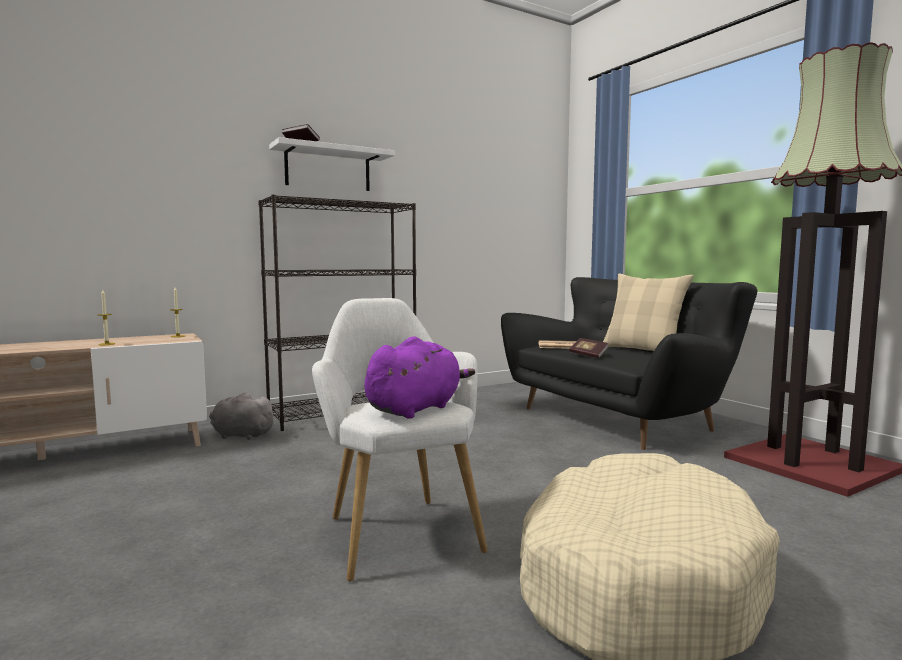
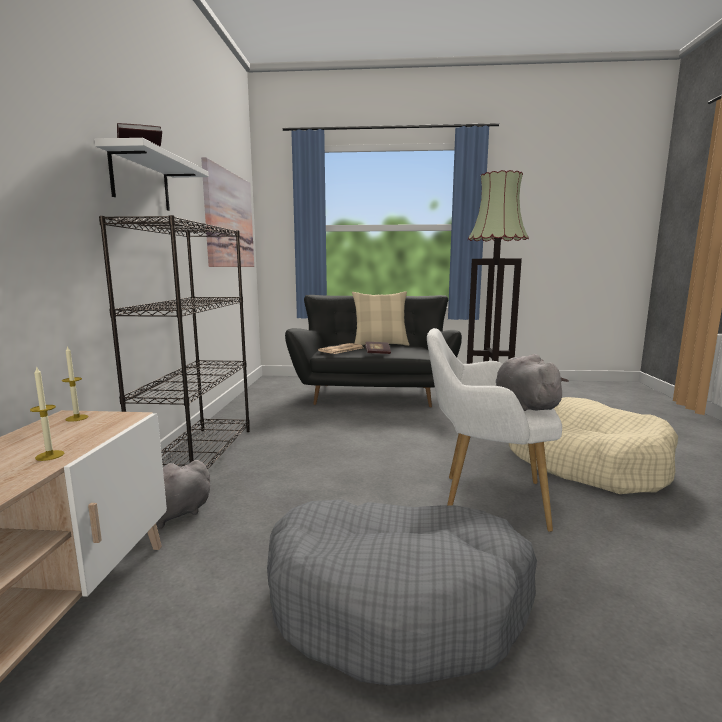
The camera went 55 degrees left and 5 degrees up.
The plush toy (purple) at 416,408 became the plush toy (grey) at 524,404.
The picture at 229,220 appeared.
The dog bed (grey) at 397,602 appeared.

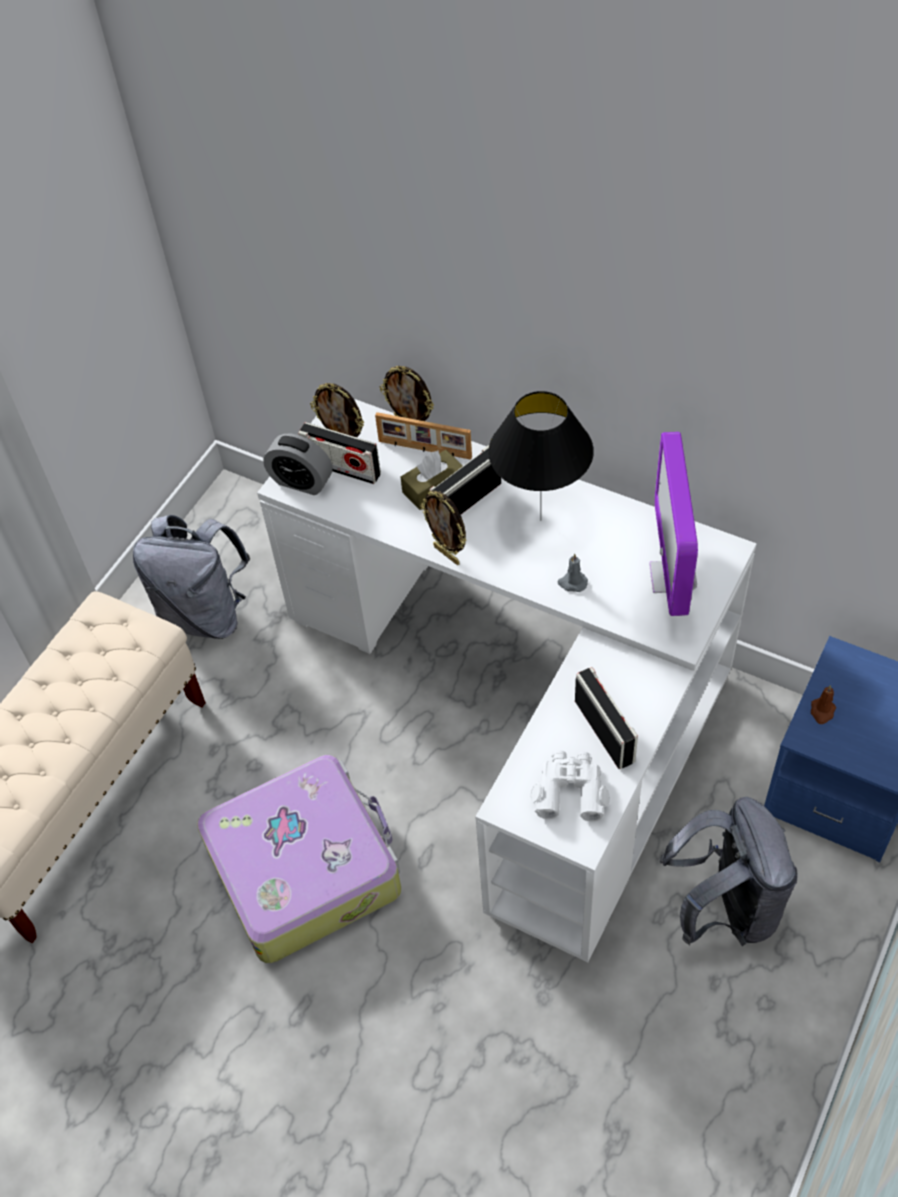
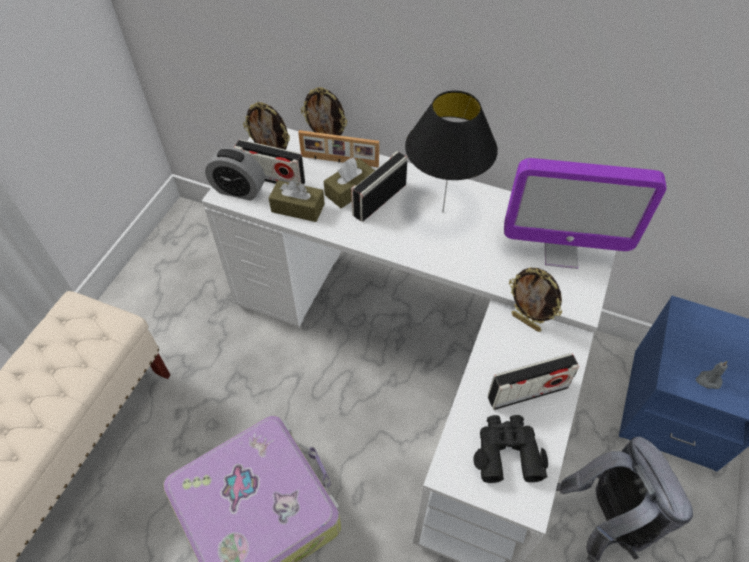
The camera went 10 degrees left and 0 degrees up.
The backpack (grey) at 205,614 disappeared.
The picture frame moved from 447,554 to 526,322.
The binoculars (white) at 570,790 became the binoculars (black) at 507,452.
The candle (grey) moved from 572,583 to 708,380.
The radio at 604,731 turned 105 degrees clockwise.
The monitor at 672,577 turned 75 degrees counterclockwise.
The candle (brown) at 822,712 disappeared.
The tissue box (brown) at 298,208 appeared.

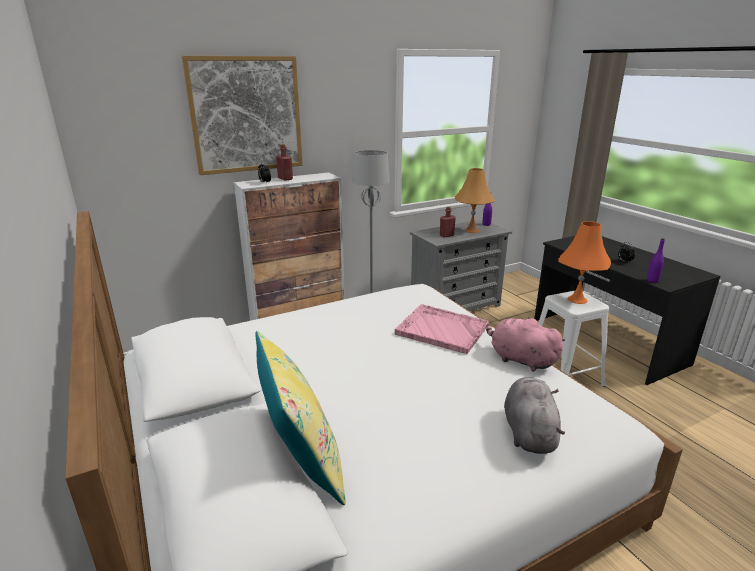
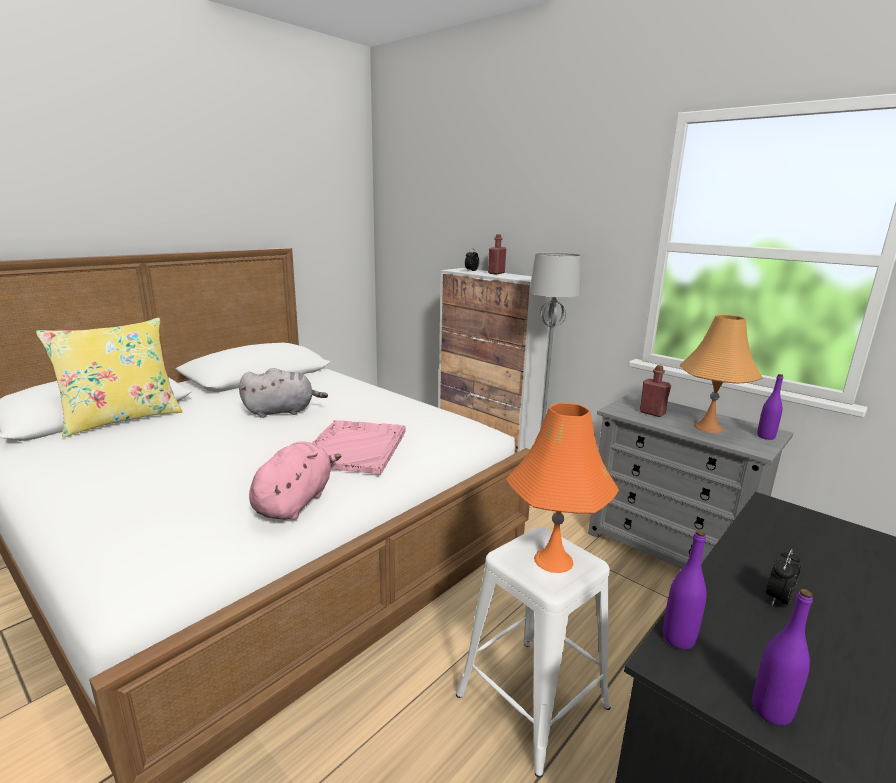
The camera went 70 degrees right and 5 degrees down.
The picture at 246,115 disappeared.
The plush toy (grey) moved from 529,431 to 282,411.
The bottle (purple) at 771,711 appeared.

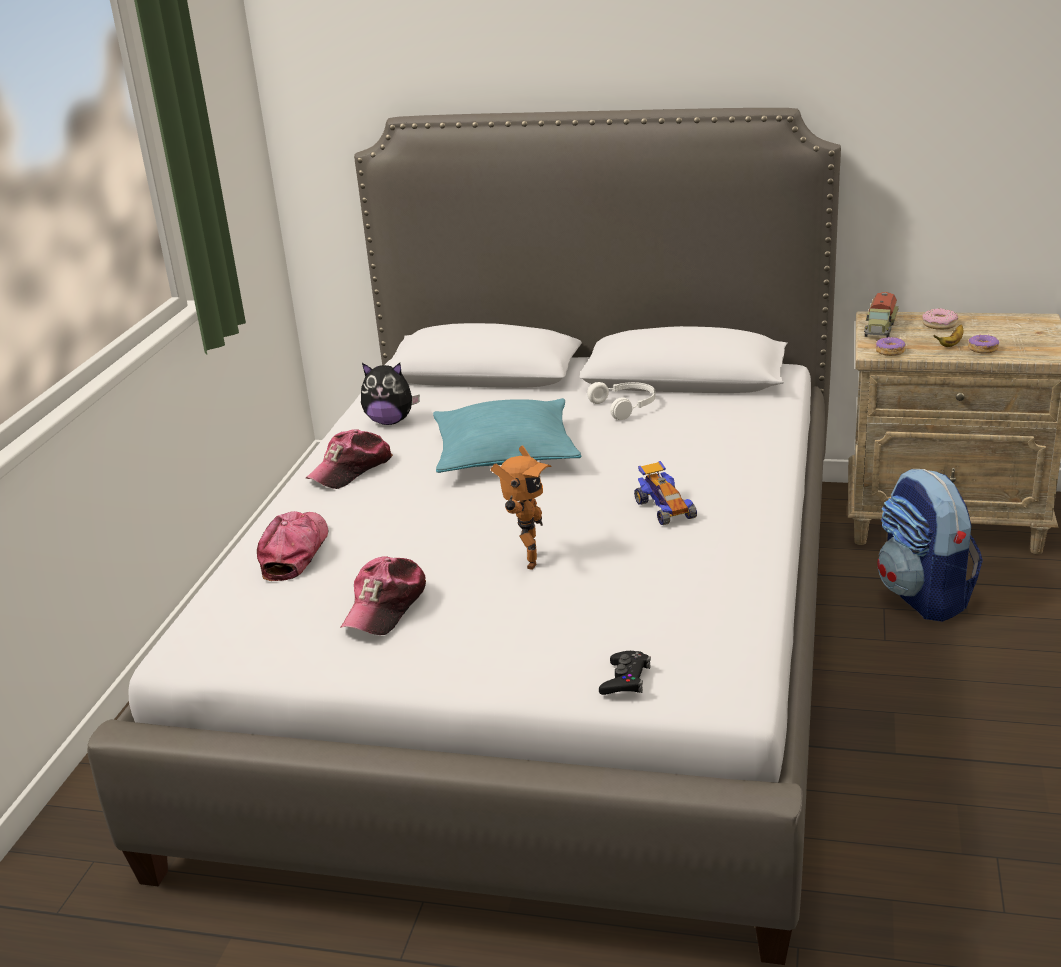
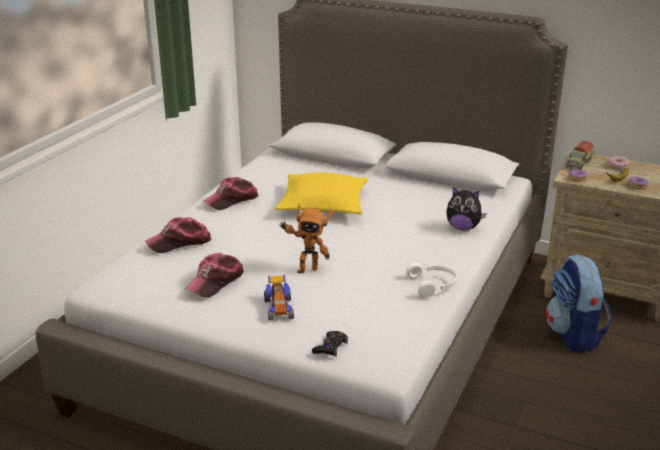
The camera went 10 degrees right and 0 degrees up.
The cap at 294,552 turned 135 degrees counterclockwise.
The plush toy moved from 390,421 to 463,227.
The pillow (turquoise) at 505,453 became the pillow (yellow) at 323,205.
The toy robot at 526,560 turned 60 degrees clockwise.
The headphones (white) moved from 626,406 to 433,285.
The toy car moved from 664,509 to 278,308.

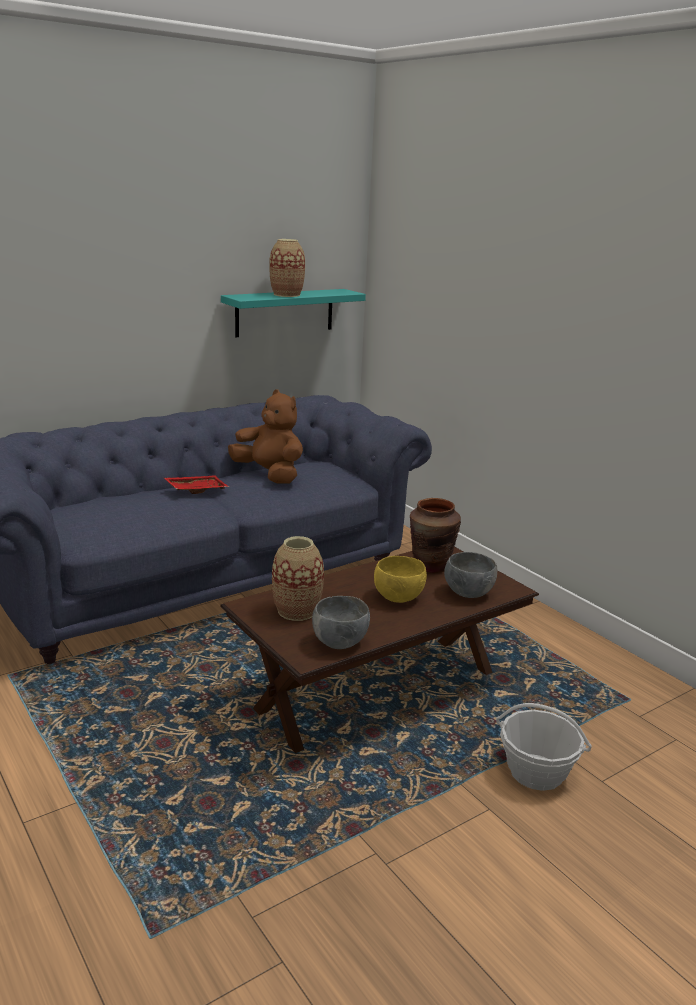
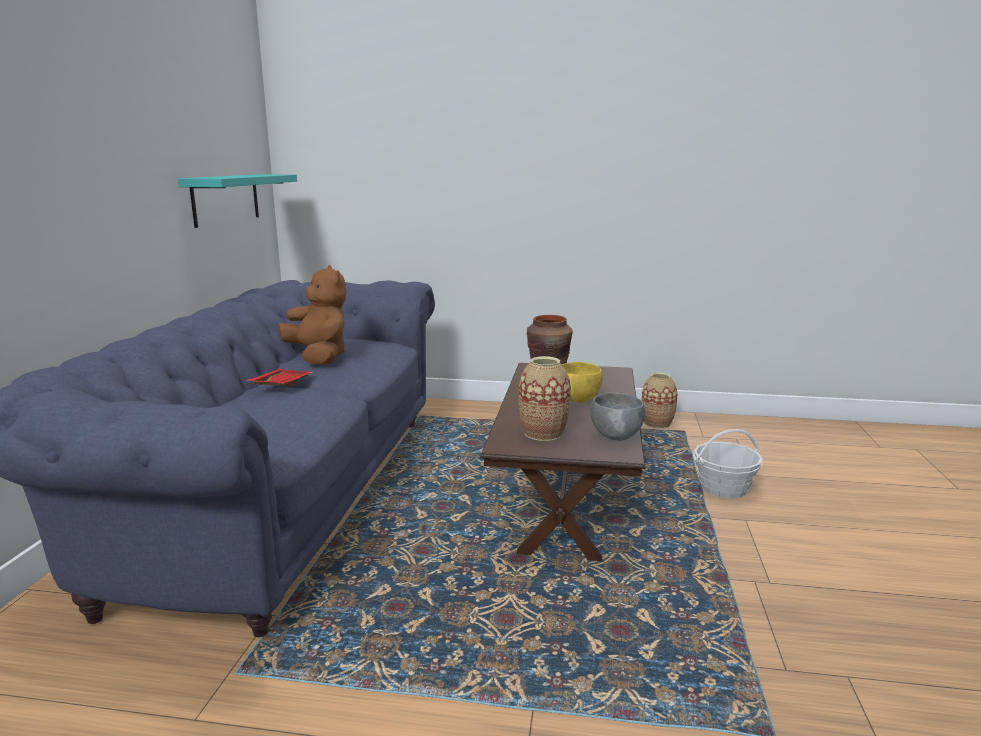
The camera went 45 degrees left and 5 degrees down.
The plush toy (brown) at 269,475 turned 60 degrees clockwise.
The vase moved from 286,295 to 657,424.
The bowl (grey) at 468,593 disappeared.

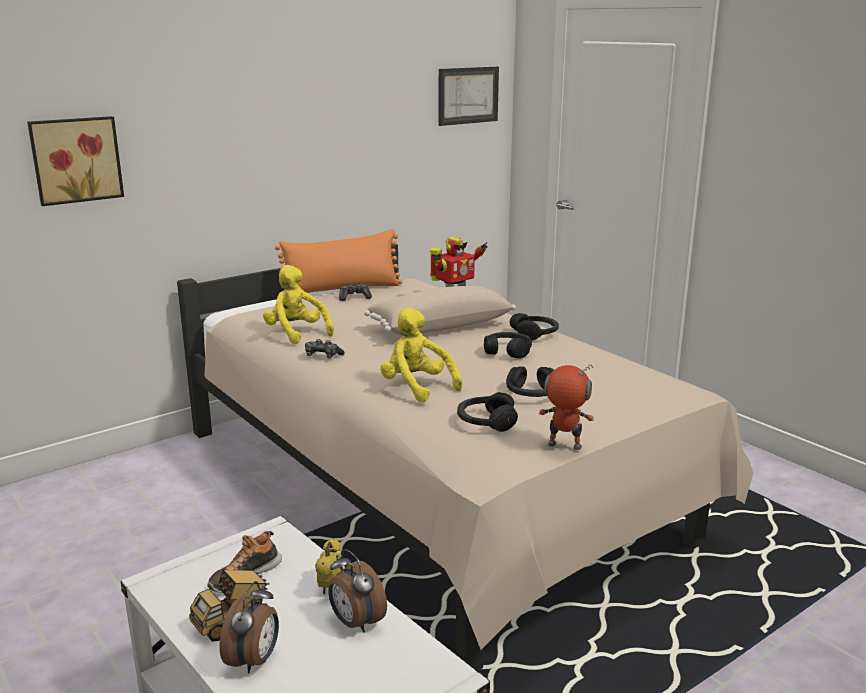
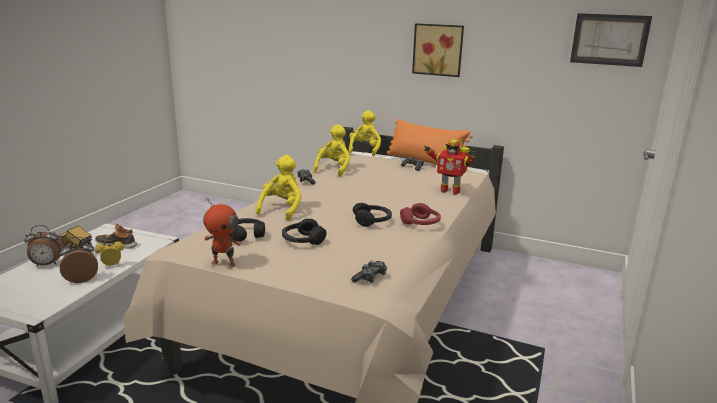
The camera went 60 degrees right and 0 degrees up.
The picture moved from 75,160 to 438,49.
The alarm clock at 355,623 turned 45 degrees clockwise.
The pillow (beige) at 439,326 disappeared.
The headphones (black) at 535,334 became the headphones (red) at 420,223.
The toy robot at 564,446 turned 120 degrees clockwise.
The plush toy (yellow) at 365,150 appeared.
The game controller at 370,278 appeared.

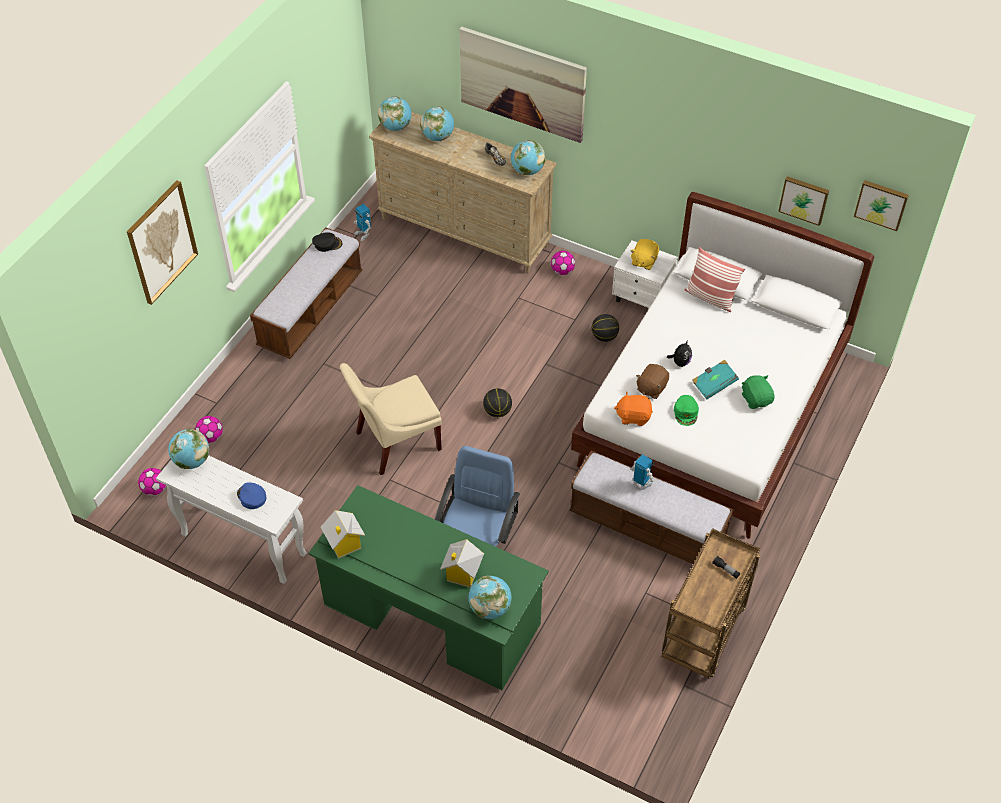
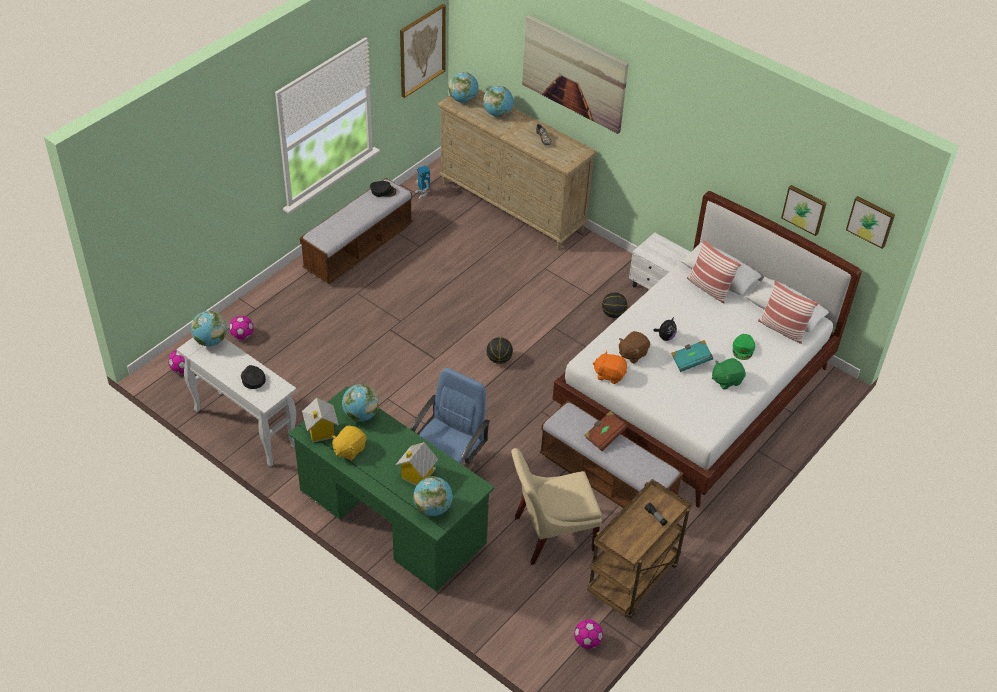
The camera went 10 degrees right and 5 degrees down.
The picture moved from 161,242 to 421,50.
The cap (blue) at 251,497 became the cap (black) at 252,379.
The chair (beige) moved from 394,442 to 550,534.
The globe moved from 527,171 to 361,415.
The football moved from 562,271 to 587,641.
The plush toy (yellow) moved from 643,261 to 349,449.
The toy robot at 641,484 was replaced by the book (brown) at 604,436.
The cap (green) moved from 686,412 to 743,349.
The plush toy (green) at 756,399 turned 105 degrees counterclockwise.
The pillow at 782,329 appeared.

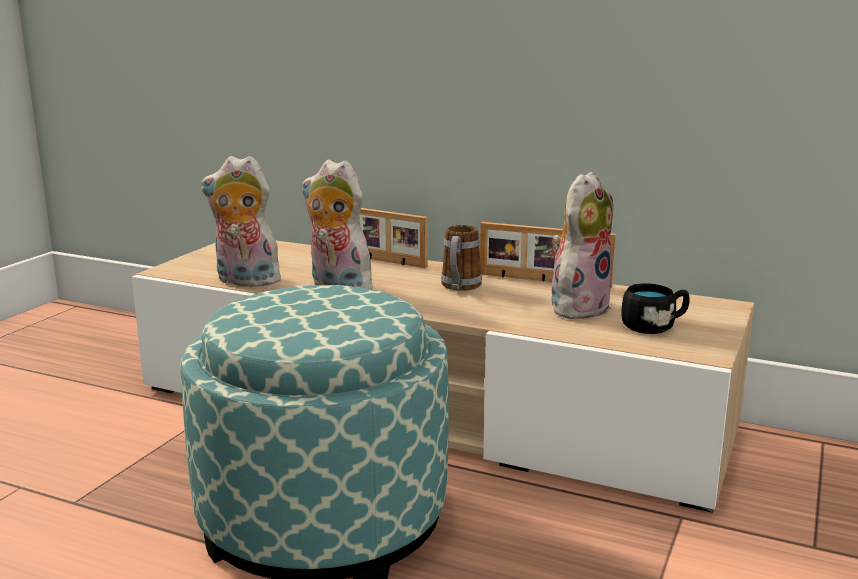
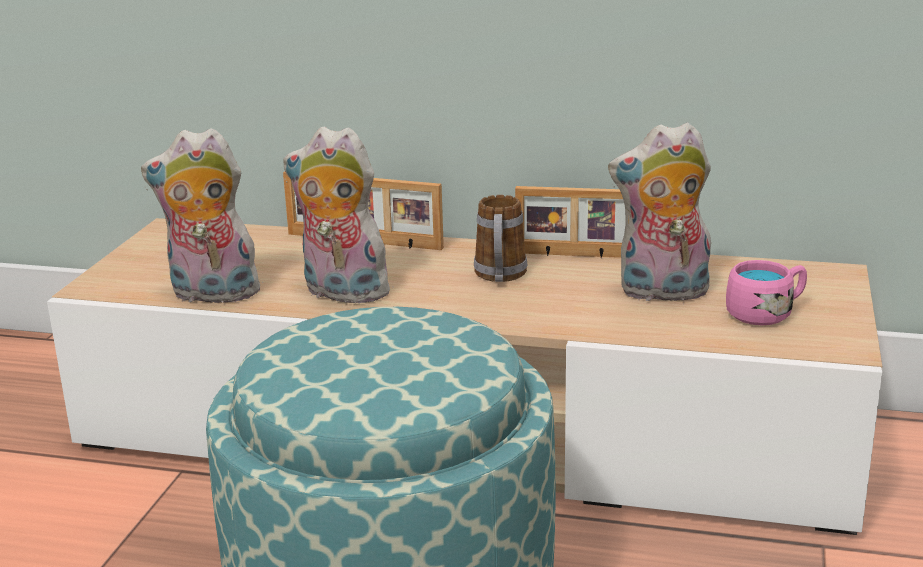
The camera went 10 degrees left and 5 degrees up.
The plush toy at 578,307 turned 120 degrees counterclockwise.
The mug (black) at 654,326 became the mug (pink) at 766,313.

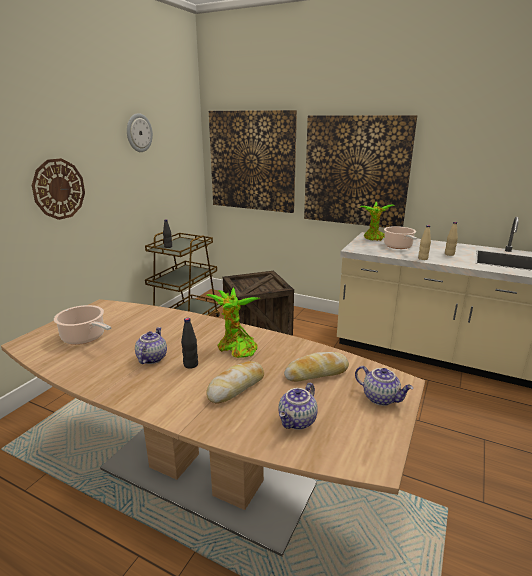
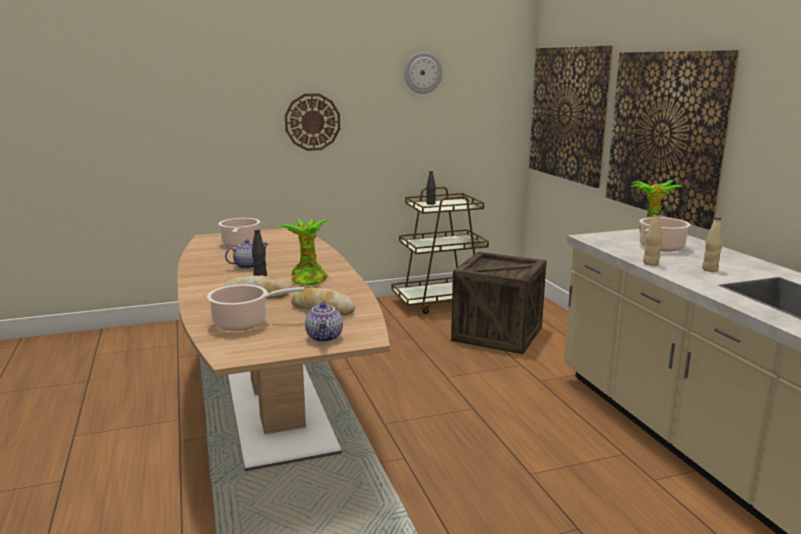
The camera went 45 degrees right and 5 degrees down.
The teapot at 298,421 was replaced by the cooking pot at 244,323.

